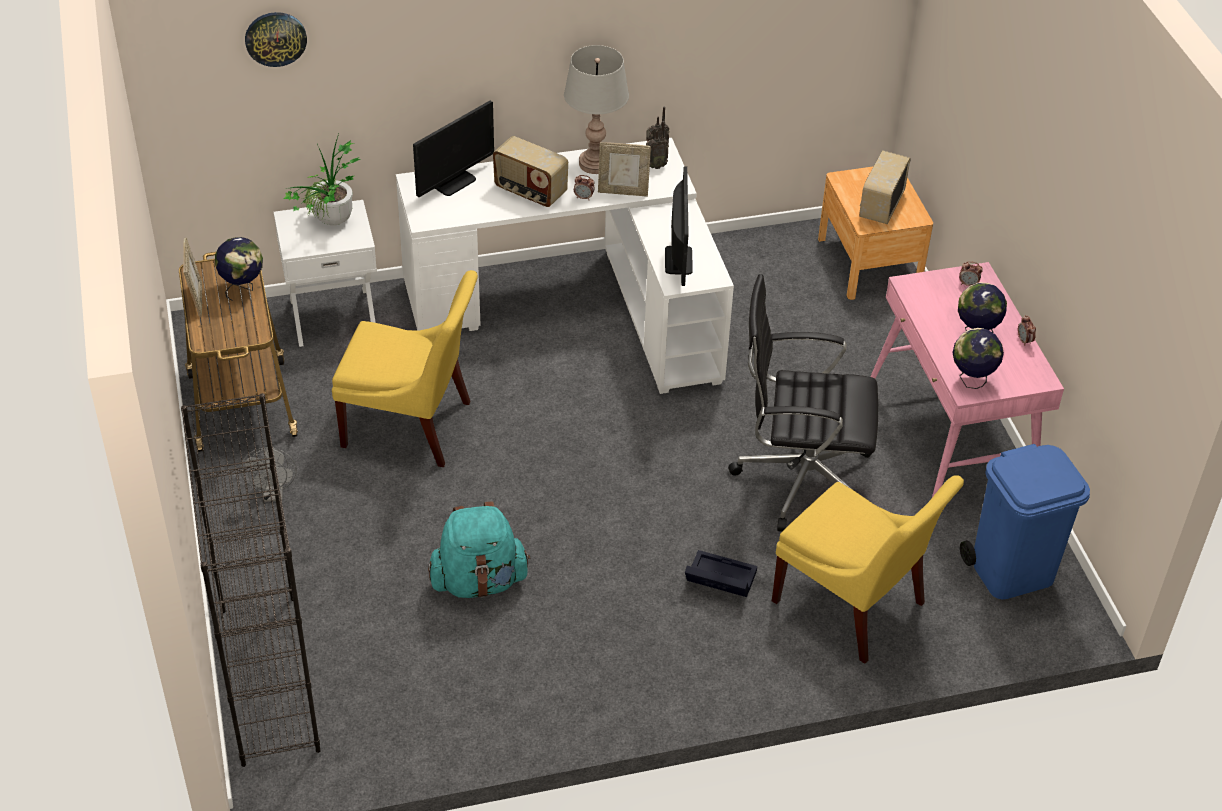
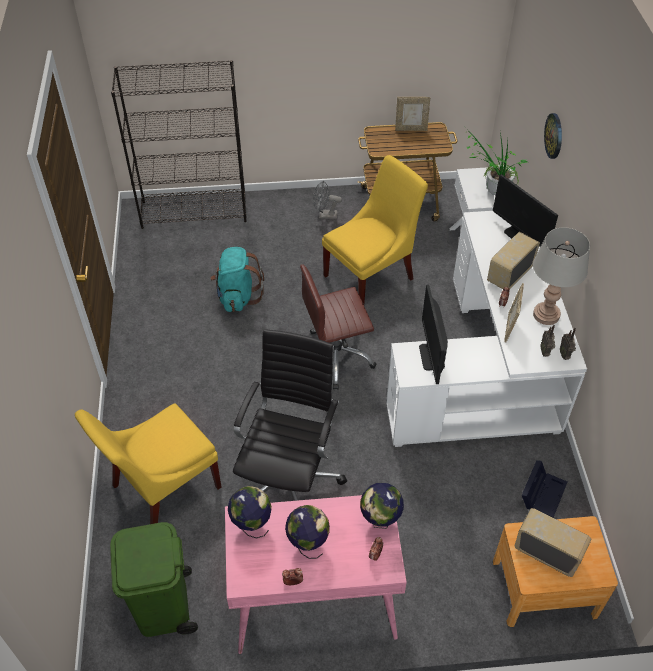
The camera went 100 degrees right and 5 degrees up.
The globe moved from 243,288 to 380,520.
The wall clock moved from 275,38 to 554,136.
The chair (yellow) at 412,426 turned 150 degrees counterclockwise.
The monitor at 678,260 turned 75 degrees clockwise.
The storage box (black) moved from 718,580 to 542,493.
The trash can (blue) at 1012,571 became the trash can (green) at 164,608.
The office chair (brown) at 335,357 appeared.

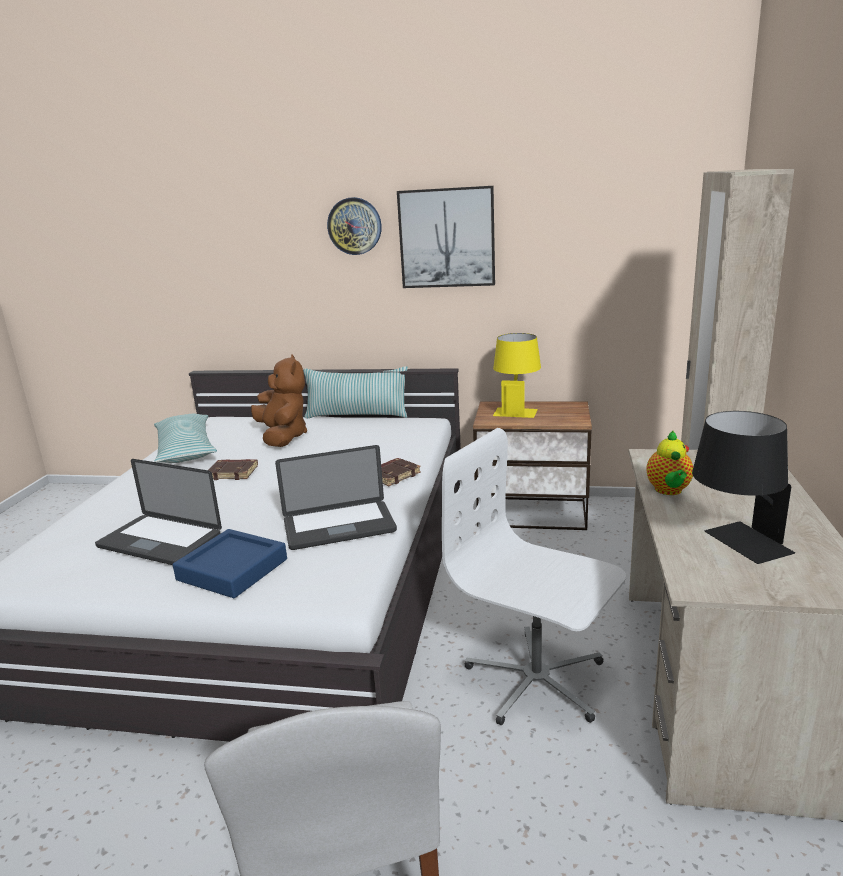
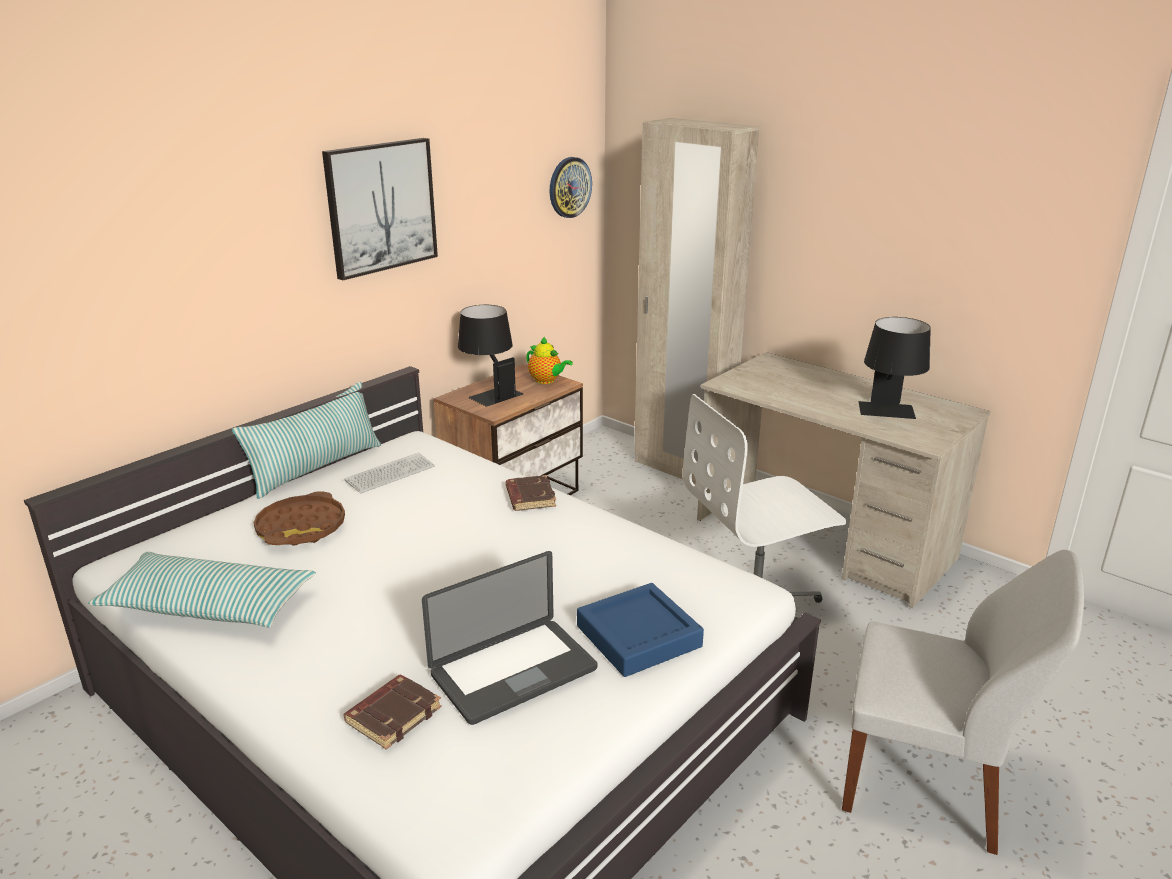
The camera went 60 degrees left and 5 degrees up.
The book (brown) moved from 233,472 to 393,715.
The plush toy (brown) at 283,437 was replaced by the tray (brown) at 301,527.
The laptop at 339,527 disappeared.
The wall clock moved from 354,226 to 569,187.
The table lamp (yellow) at 516,409 became the table lamp (black) at 489,392.
The teapot moved from 669,491 to 546,381.
The keyboard at 390,474 appeared.

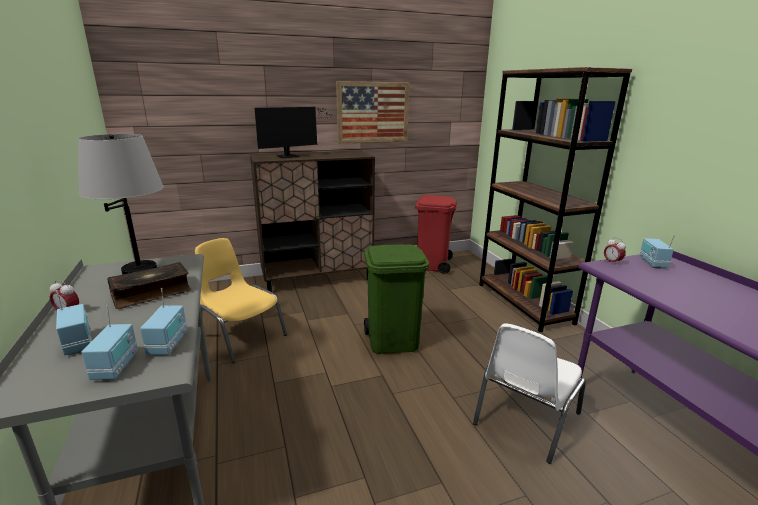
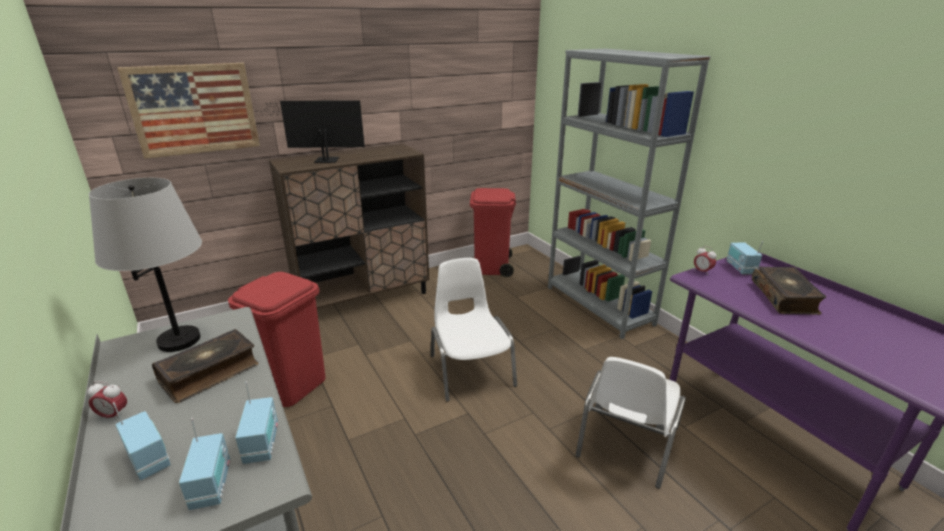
The camera went 10 degrees left and 5 degrees up.
The chair (yellow) at 241,336 was replaced by the trash can (red) at 292,385.
The monitor at 291,156 turned 135 degrees counterclockwise.
The picture moved from 373,112 to 194,109.
The trash can (green) at 393,341 was replaced by the chair (white) at 470,369.
The bookcase (brown) at 524,303 became the bookcase (grey) at 599,305.
The book at 785,297 appeared.

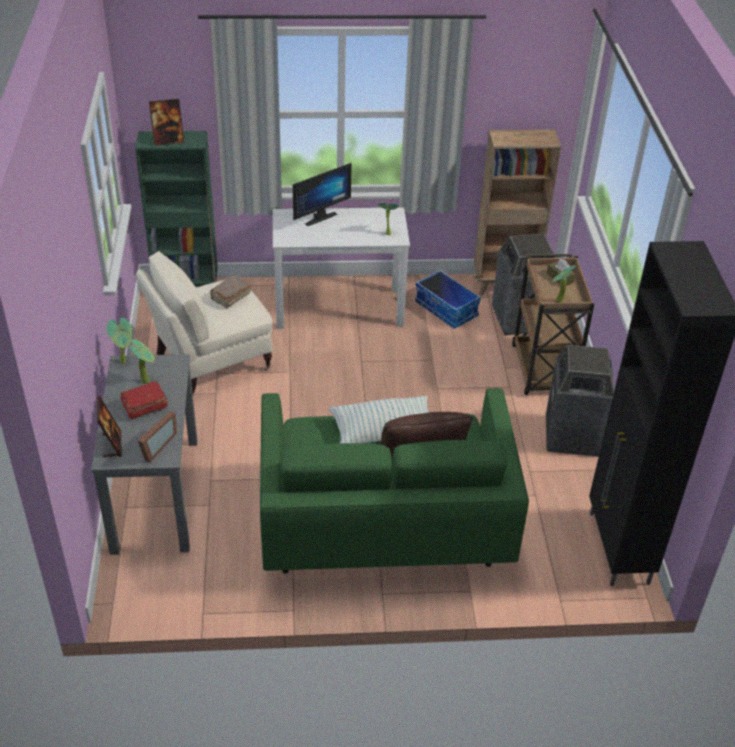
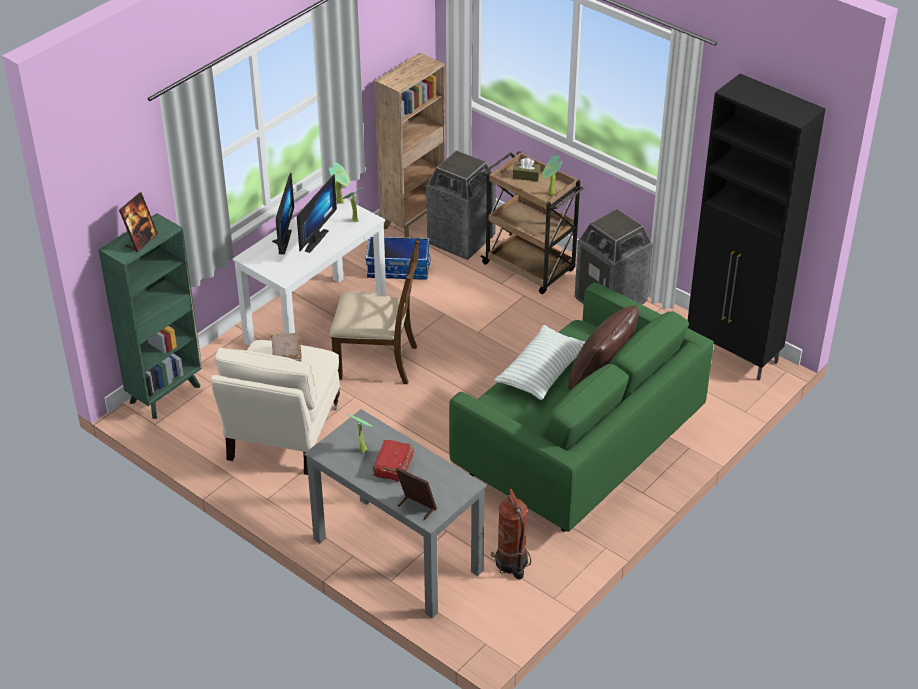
The camera went 45 degrees left and 0 degrees up.
The potted plant moved from 124,361 to 341,201.
The picture frame at 155,446 disappeared.
The monitor at 312,239 appeared.
The chair (brown) at 377,361 appeared.
The fire extinguisher at 511,563 appeared.

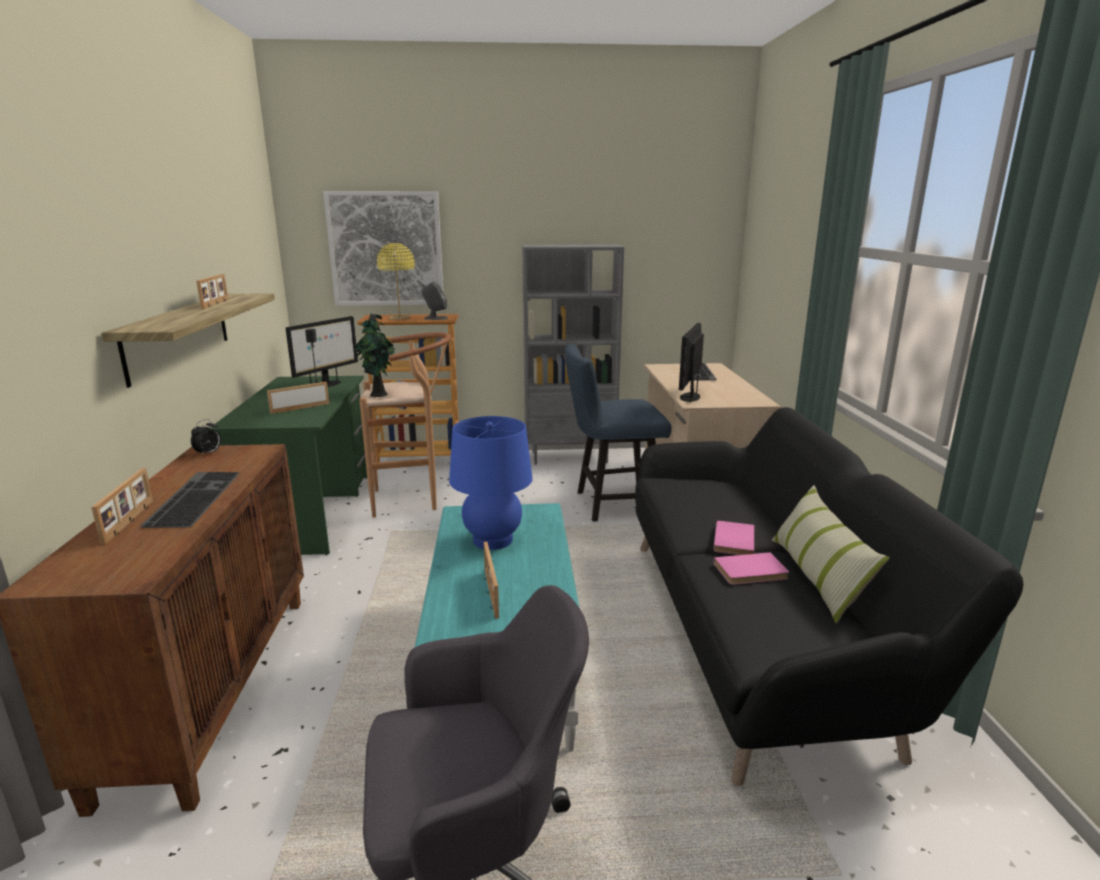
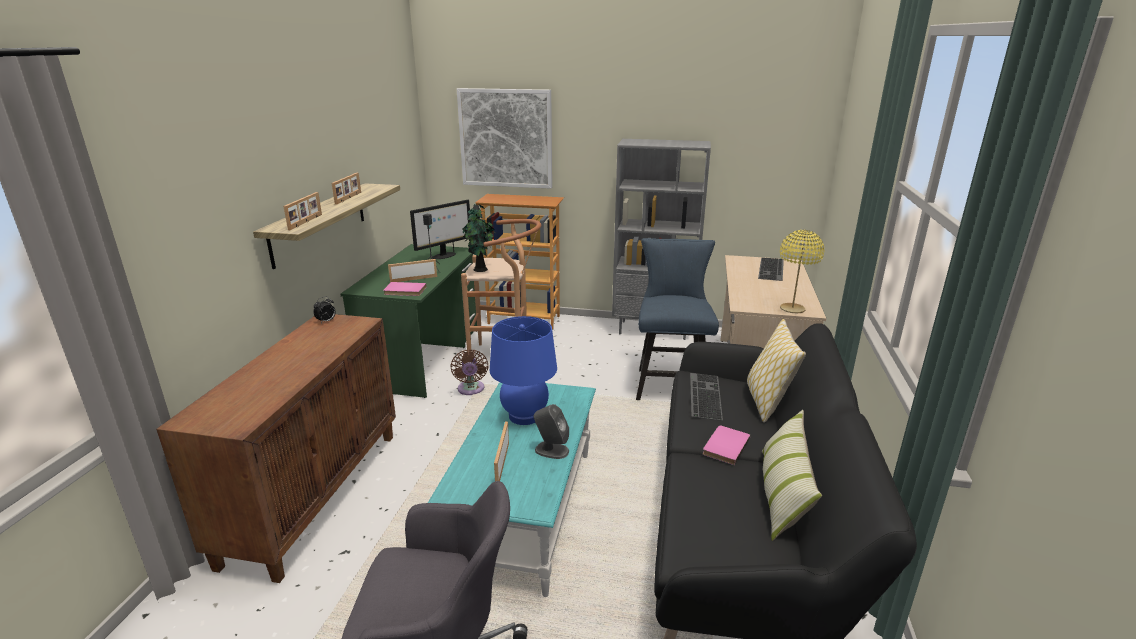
The camera went 15 degrees right and 5 degrees up.
The picture frame moved from 130,521 to 306,222.
The keyboard moved from 193,498 to 703,395.
The table lamp (yellow) moved from 399,318 to 792,309.
The speaker (grey) moved from 435,318 to 551,450.
The chair (blue) at 611,504 turned 90 degrees clockwise.
The monitor at 689,397 disappeared.
The book (pink) moved from 751,572 to 404,291.
The fan (brown) at 471,390 appeared.
The pillow at 767,402 appeared.

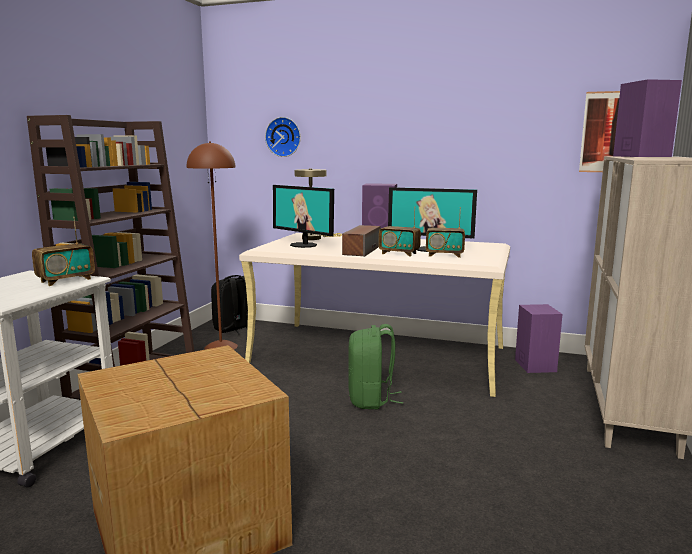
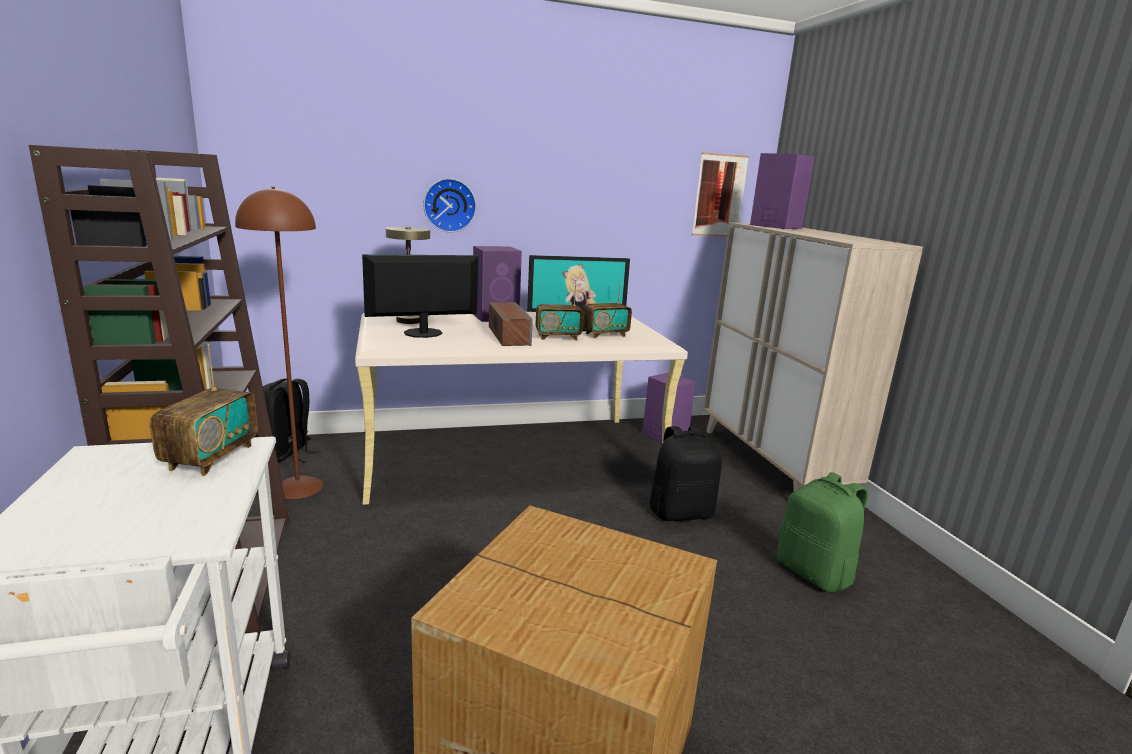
The camera went 35 degrees left and 5 degrees up.
The wall clock moved from 284,137 to 449,205.
The monitor at 304,245 turned 150 degrees clockwise.
The backpack (green) moved from 371,400 to 815,573.
The backpack (black) at 680,512 appeared.

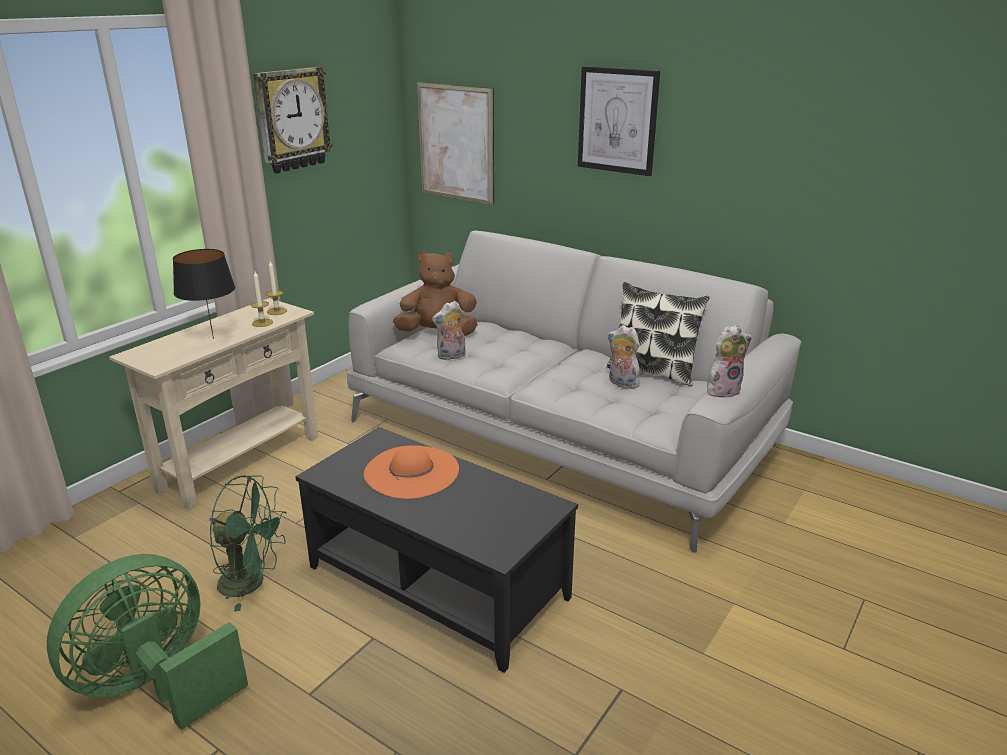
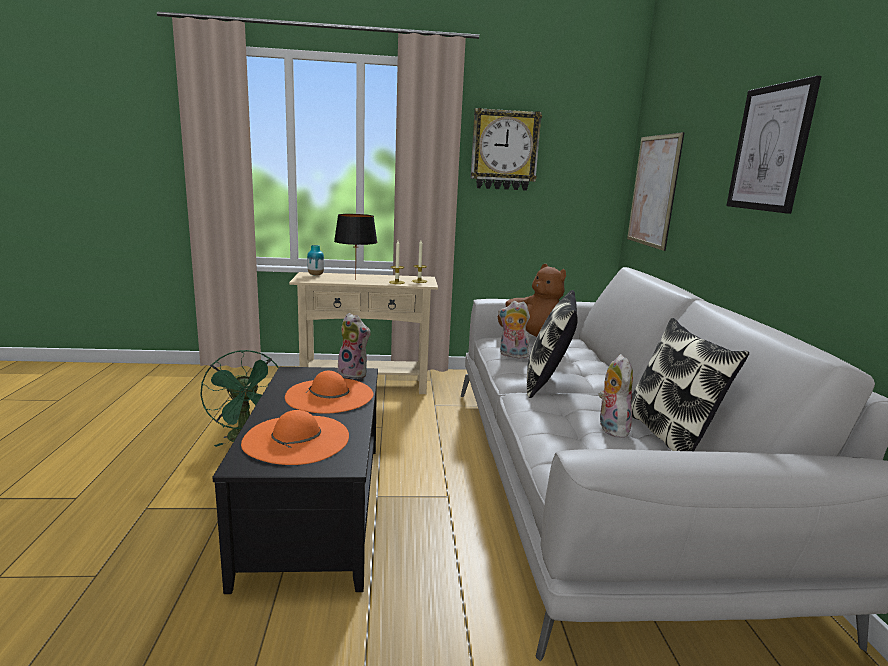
The camera went 50 degrees right and 10 degrees down.
The fan (green) at 157,684 disappeared.
The plush toy moved from 723,390 to 354,374.
The hat (orange) at 296,439 appeared.
The vase at 315,275 appeared.
The pillow at 547,382 appeared.

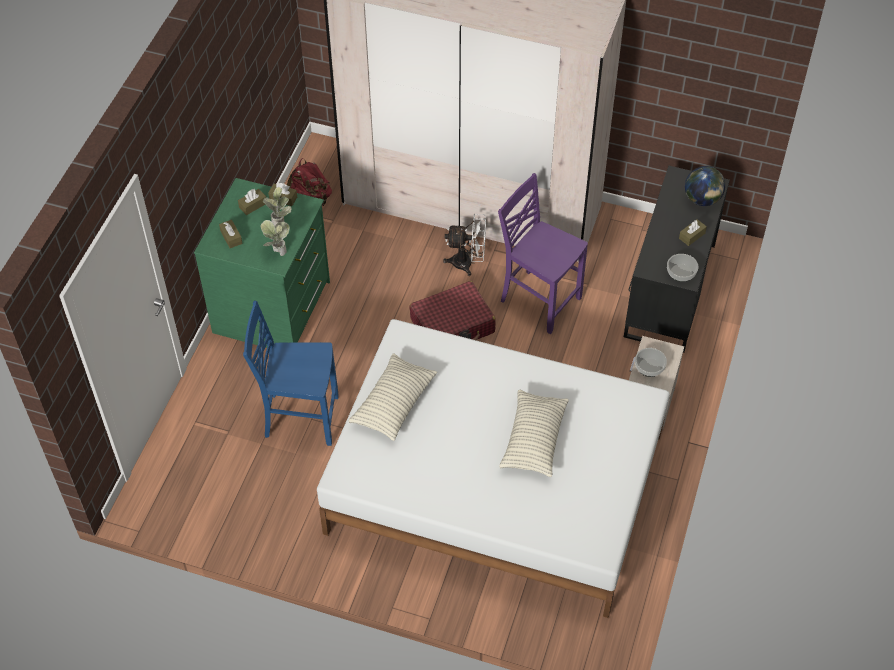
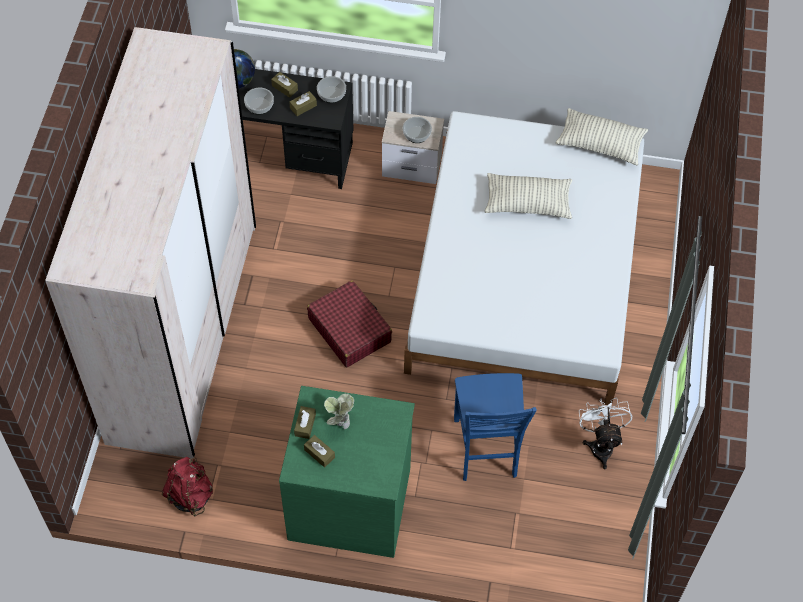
The camera went 100 degrees left and 5 degrees up.
The tissue box (brown) moved from 231,237 to 303,107.
The potted plant at 276,250 disappeared.
The pillow moved from 393,404 to 600,144.
The fan (white) moved from 468,263 to 600,444.
The chair (purple) at 539,299 disappeared.
The bowl at 259,106 appeared.

